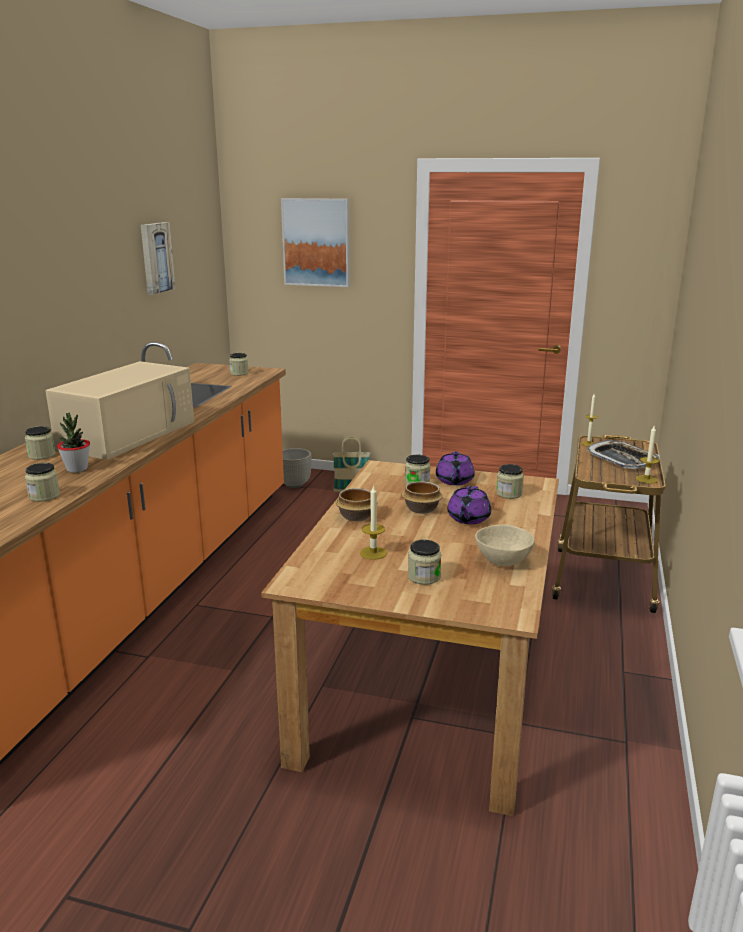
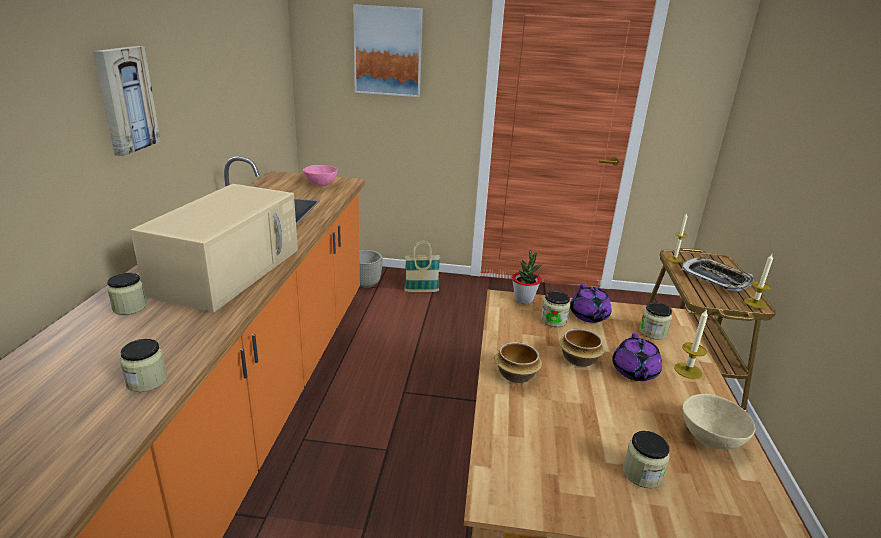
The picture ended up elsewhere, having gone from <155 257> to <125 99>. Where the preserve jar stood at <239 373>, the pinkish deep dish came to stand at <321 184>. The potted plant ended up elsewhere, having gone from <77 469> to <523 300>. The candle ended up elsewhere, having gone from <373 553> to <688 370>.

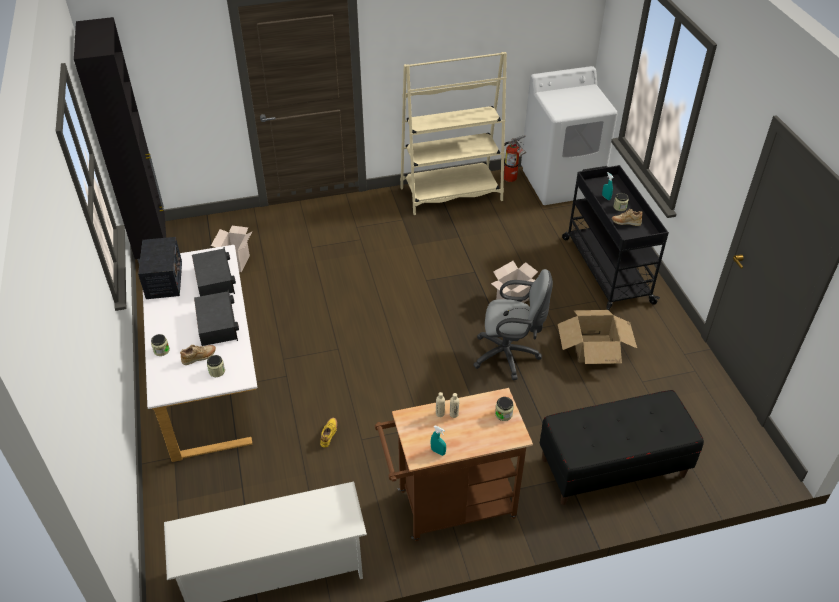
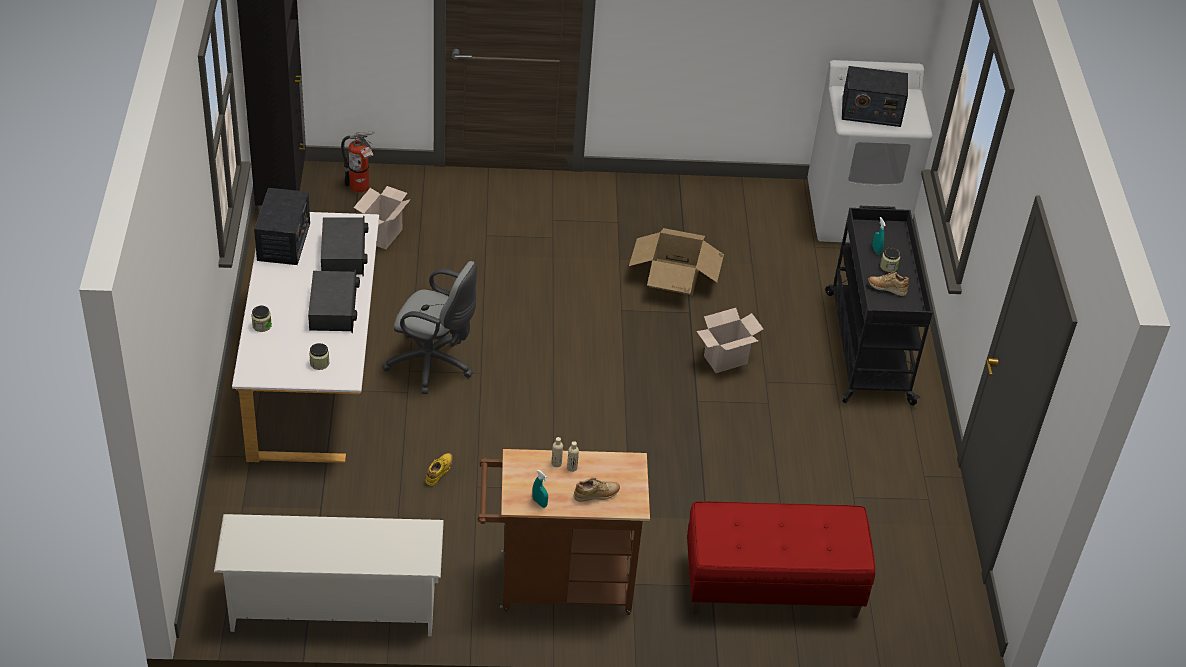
The fire-fighting cylinder ended up elsewhere, having gone from <512 178> to <361 188>. The grey office chair ended up elsewhere, having gone from <509 355> to <434 365>. The sand-coloured low shoe ended up elsewhere, having gone from <199 358> to <596 495>. The packing box ended up elsewhere, having gone from <594 348> to <674 276>. What was the black long seat at <612 468> turned into the red long seat at <771 587>. The second view gained the radio at <871 112>. The second view lost the sand-coloured bookshelf at <451 194>. The second view lost the preserve jar at <503 414>.

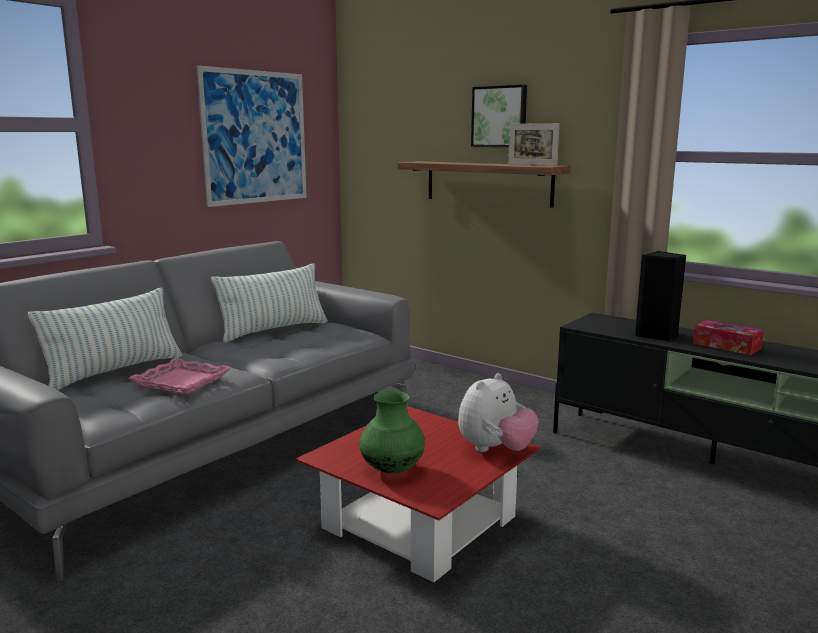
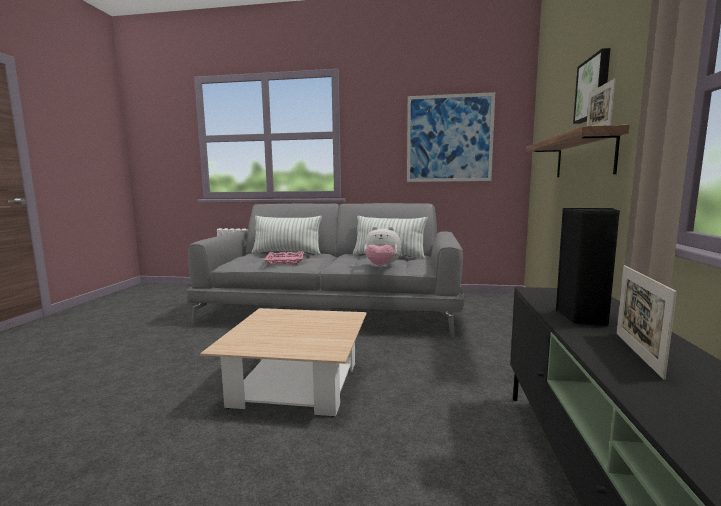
What was the red low table at <420 523> turned into the sand-coloured low table at <296 384>. The plush toy ended up elsewhere, having gone from <495 450> to <381 267>. Where the box of tissues stood at <726 346>, the standing frame came to stand at <637 353>. The second view lost the greenish flower vase at <392 470>.

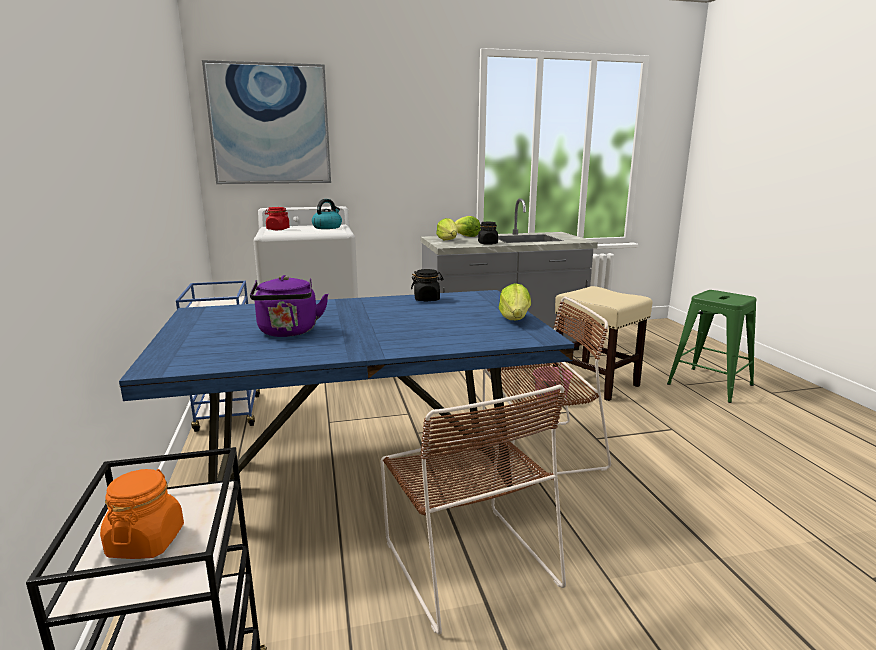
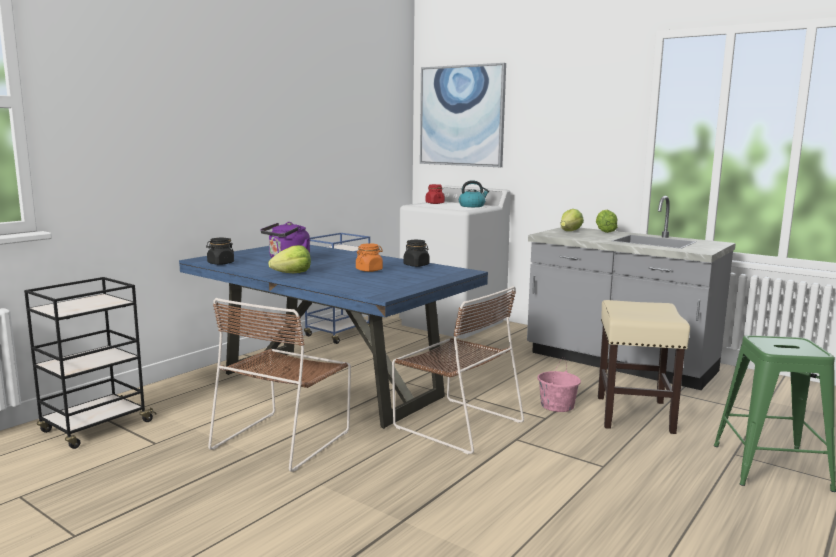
The black preserve jar ended up elsewhere, having gone from <488 243> to <220 263>. The lettuce head ended up elsewhere, having gone from <515 319> to <292 273>. The orangey preserve jar ended up elsewhere, having gone from <146 541> to <369 270>.

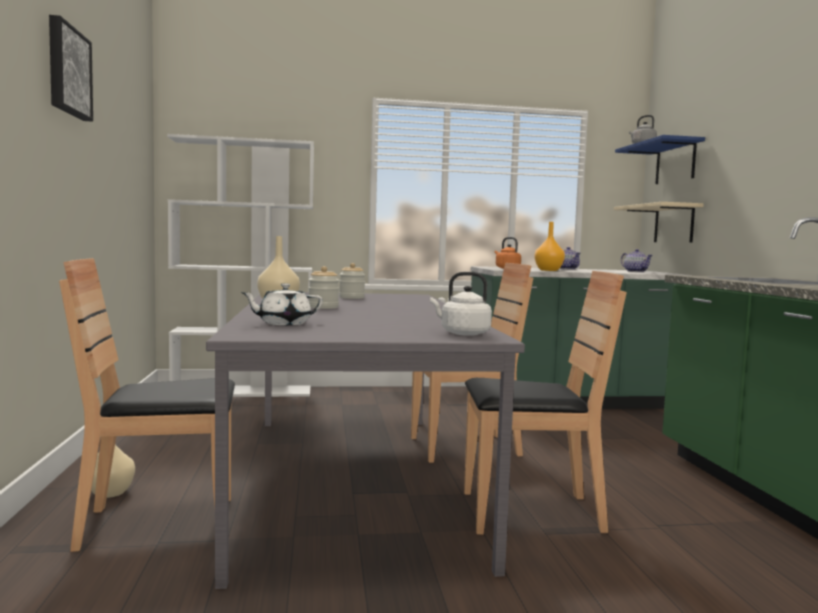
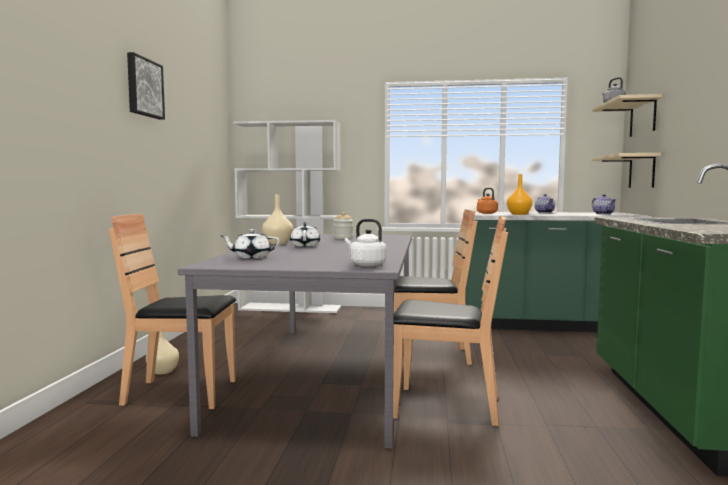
Where the preserve jar stood at <323 307>, the white teapot came to stand at <305 245>. What was the blue-coloured shelf at <675 163> turned into the sand-coloured shelf at <643 117>.

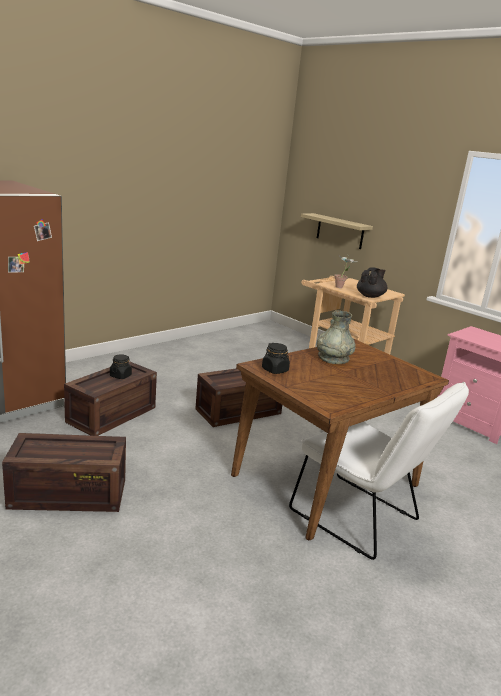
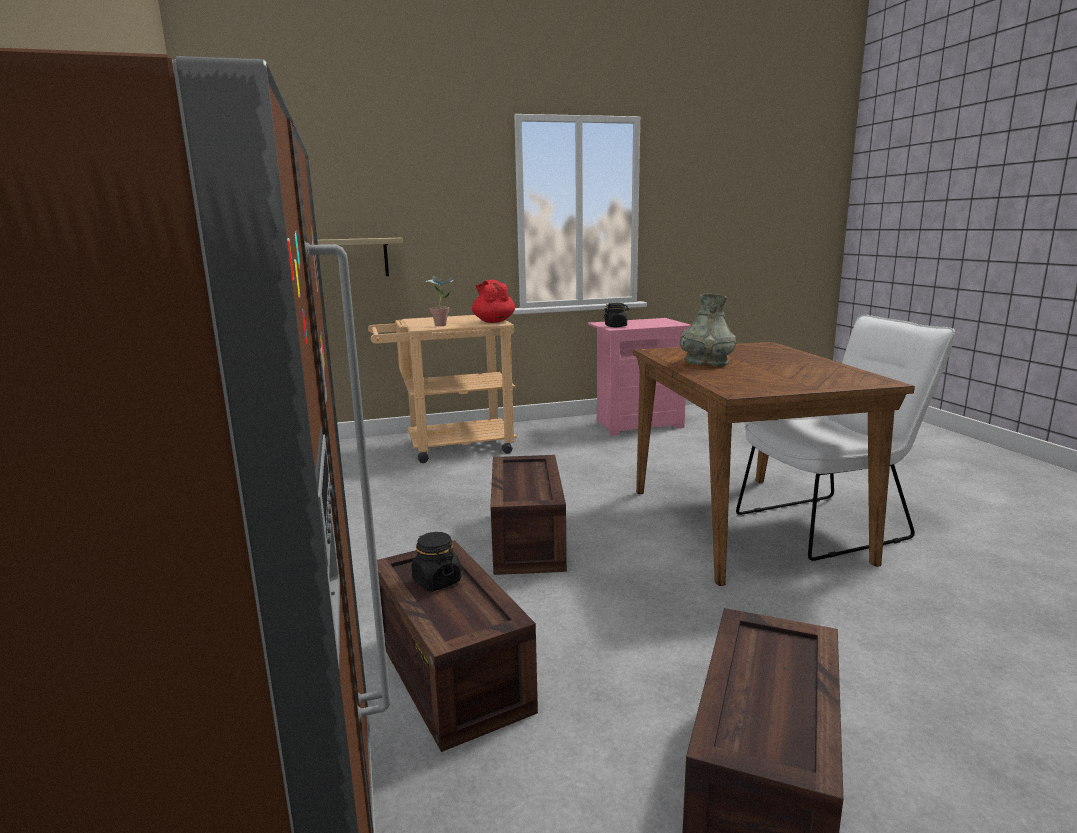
What was the black teapot at <370 296> turned into the red teapot at <493 321>. The black preserve jar ended up elsewhere, having gone from <275 370> to <616 326>.

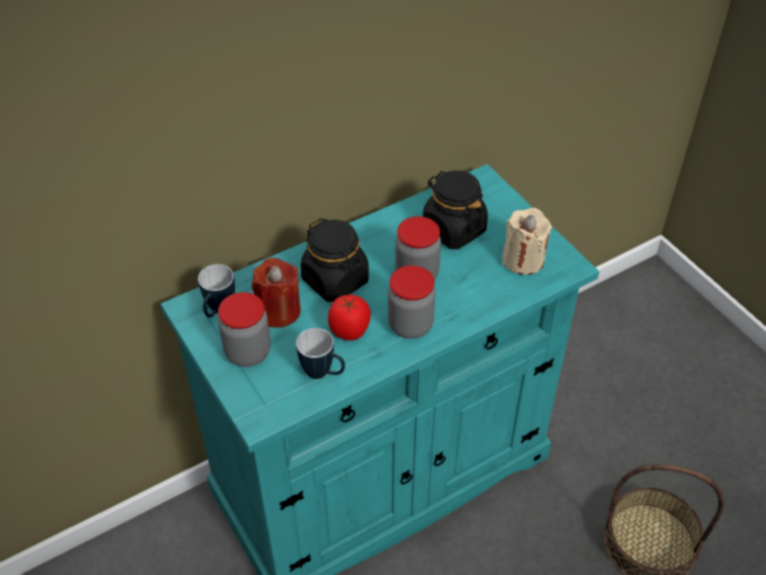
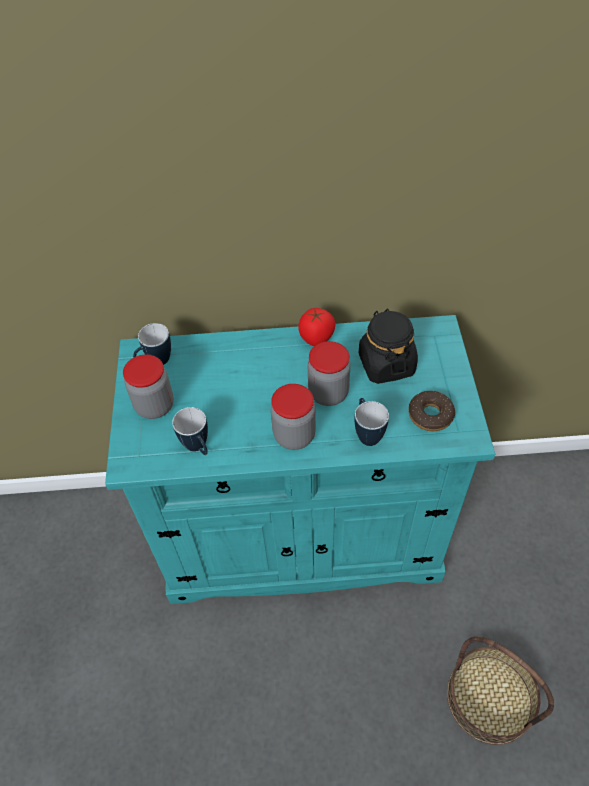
The whole tomato ended up elsewhere, having gone from <350 331> to <317 339>. The second view gained the tea mug at <367 433>. Where the sand-coloured candle stood at <523 259>, the doughnut came to stand at <430 415>. The second view lost the red candle at <278 311>. The second view lost the black preserve jar at <335 280>.

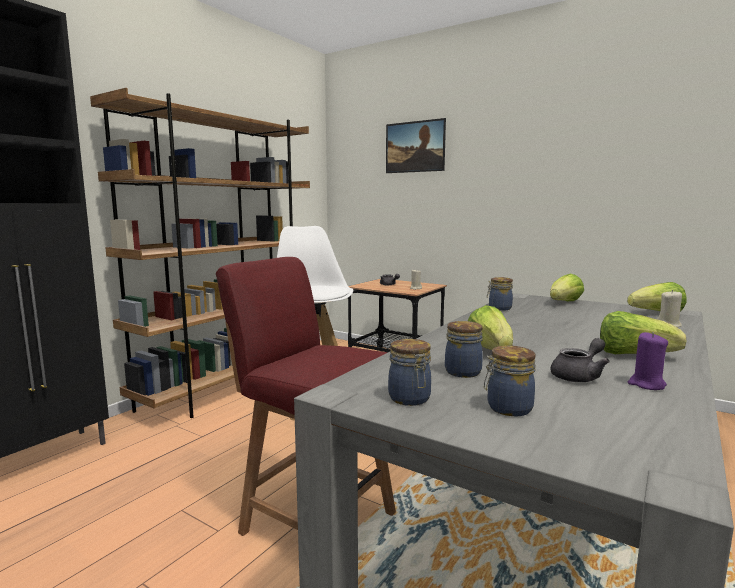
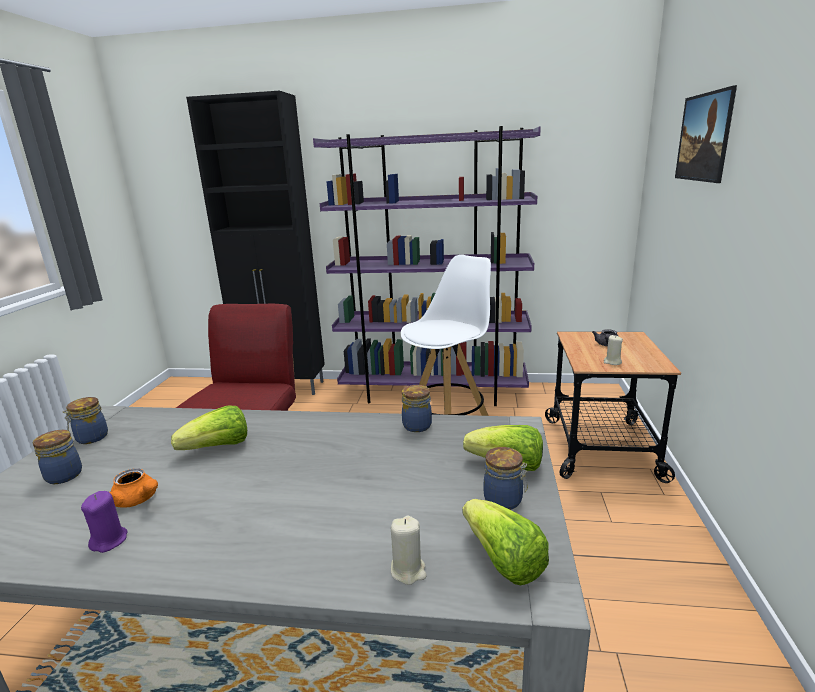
What was the grey teapot at <579 376> turned into the orangey teapot at <137 500>. What was the brown-coloured bookshelf at <231 386> turned into the purple-coloured bookshelf at <433 393>. The preserve jar ended up elsewhere, having gone from <464 372> to <504 500>. The second view lost the lettuce head at <633 355>.

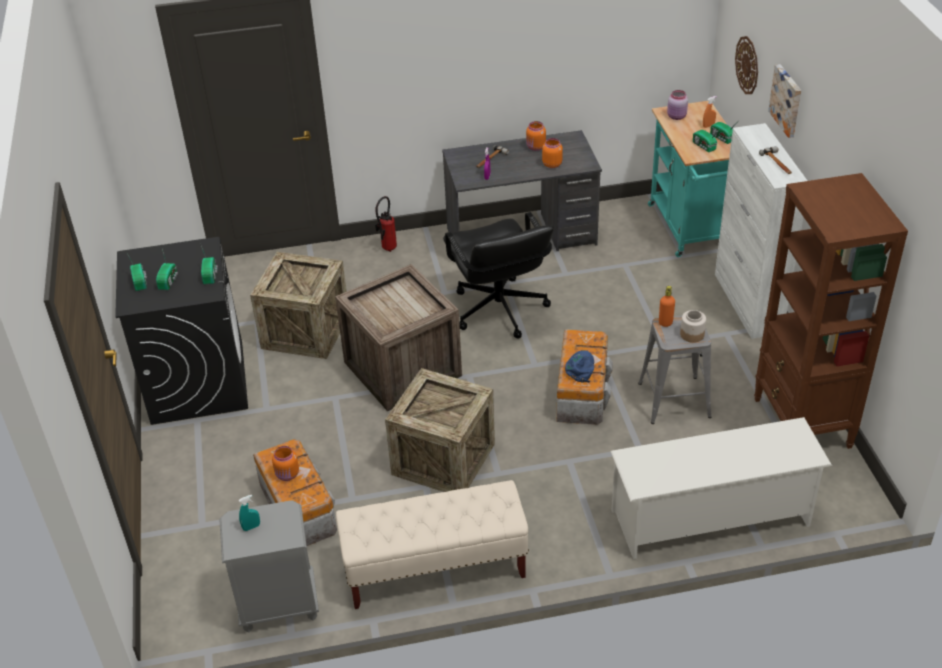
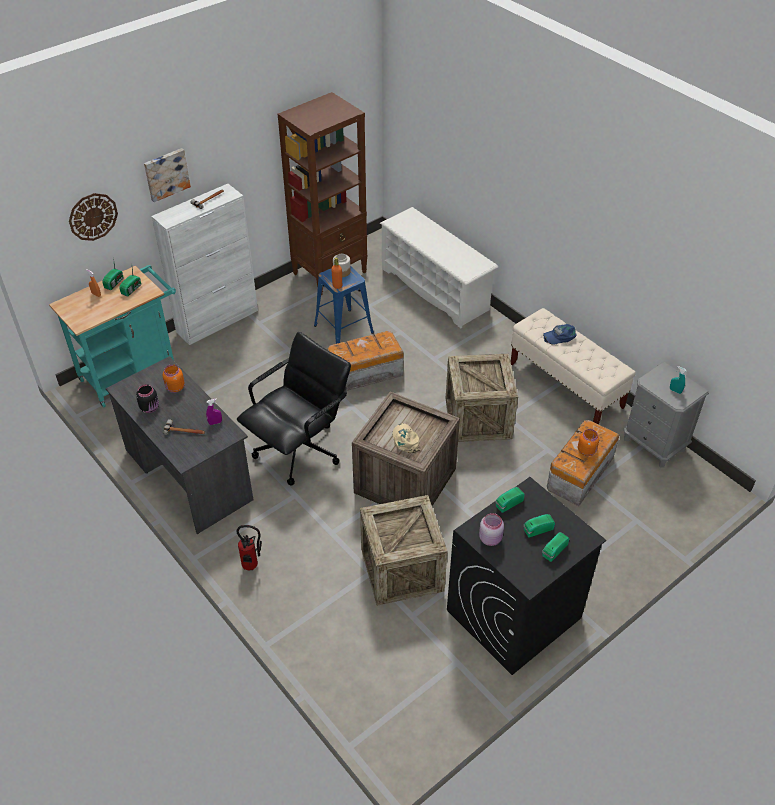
What was the orangey preserve jar at <535 147> turned into the black preserve jar at <150 408>. What was the grey stool at <674 400> turned into the blue-coloured stool at <344 329>. The second view gained the sand-coloured baseball cap at <405 440>. The pinkish preserve jar ended up elsewhere, having gone from <676 117> to <490 538>. The blue-coloured baseball cap ended up elsewhere, having gone from <580 368> to <560 336>.

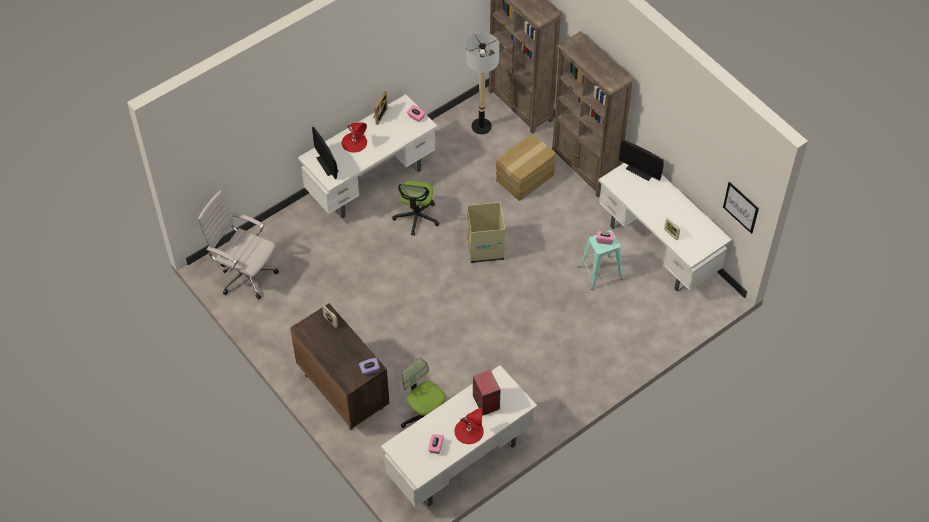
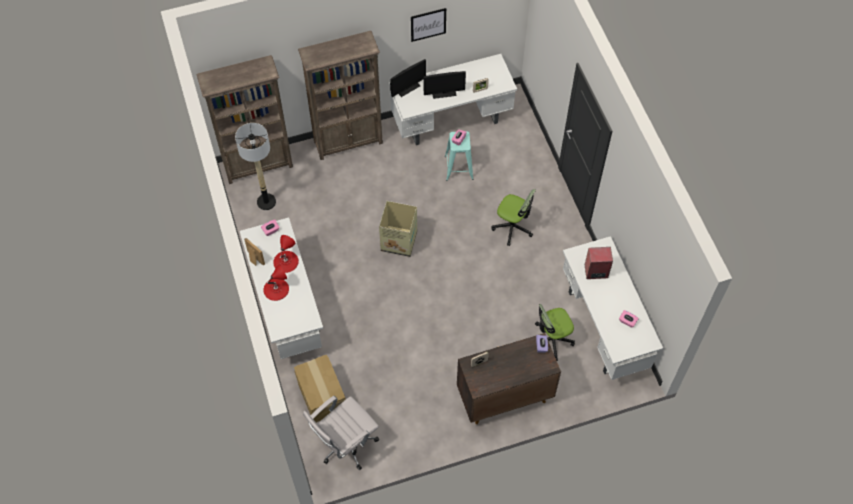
The red lamp for a table ended up elsewhere, having gone from <469 431> to <285 261>. The packing box ended up elsewhere, having gone from <525 178> to <322 395>. The picture ended up elsewhere, having gone from <741 207> to <428 24>. The computer display ended up elsewhere, having gone from <327 164> to <444 93>. The office chair ended up elsewhere, having gone from <416 217> to <512 227>.

